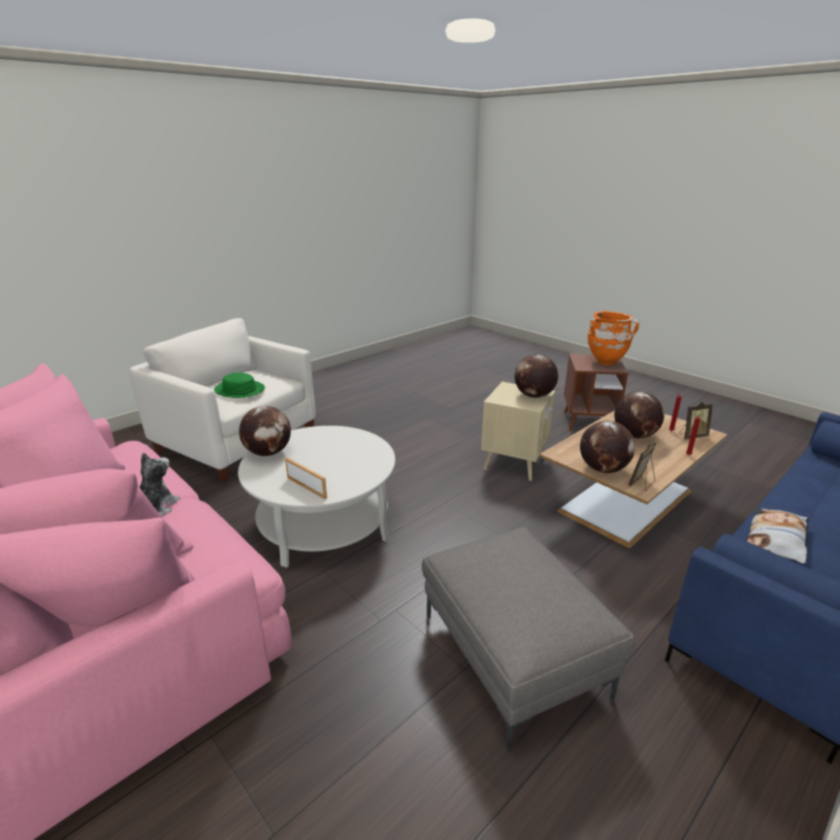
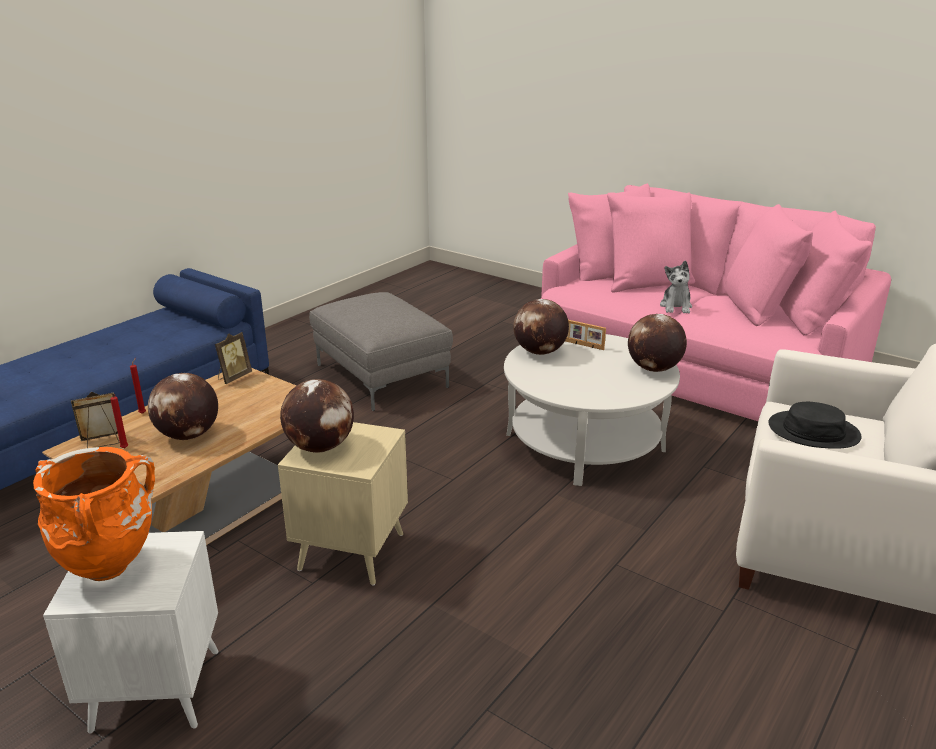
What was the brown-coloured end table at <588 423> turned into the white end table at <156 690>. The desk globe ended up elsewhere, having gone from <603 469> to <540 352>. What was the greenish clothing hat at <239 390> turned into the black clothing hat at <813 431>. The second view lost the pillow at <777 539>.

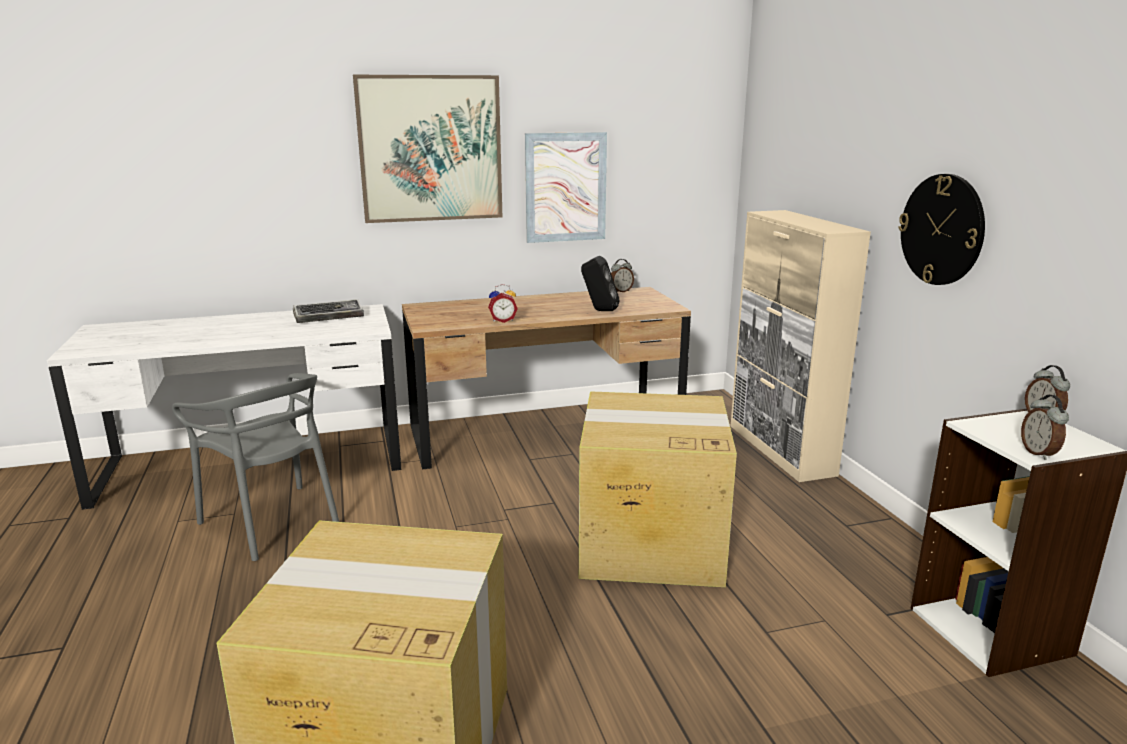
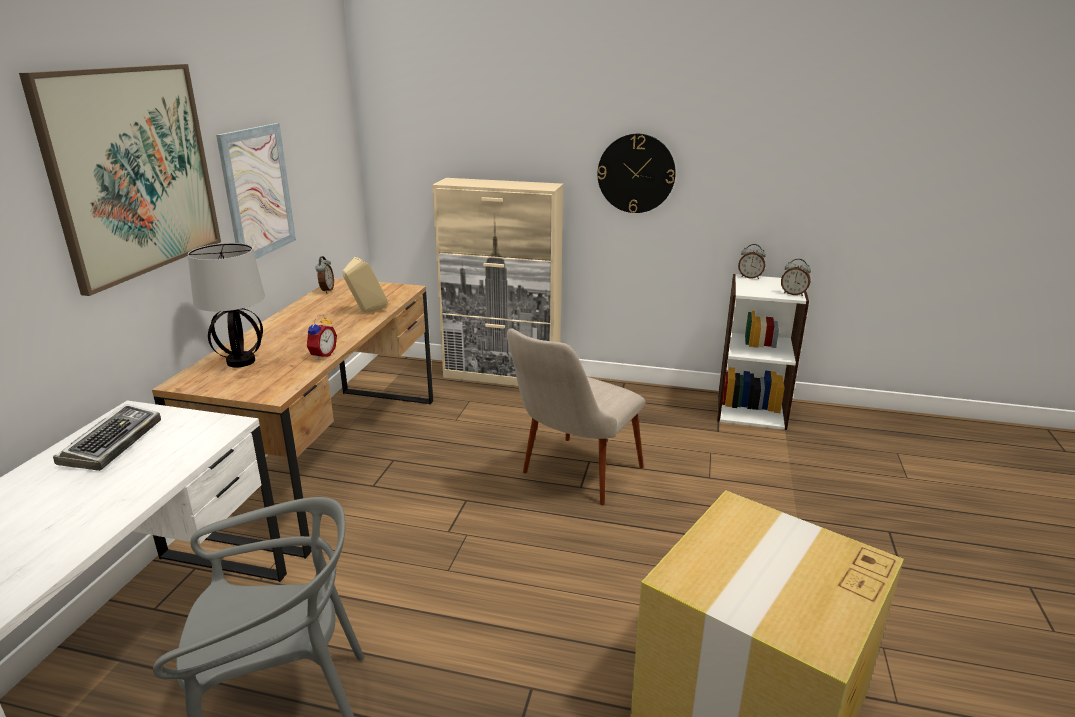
The second view gained the lamp for a table at <242 361>. What was the black loudspeaker at <599 310> turned into the sand-coloured loudspeaker at <366 312>. Where the packing box stood at <648 543>, the sand-coloured chair came to stand at <572 479>.

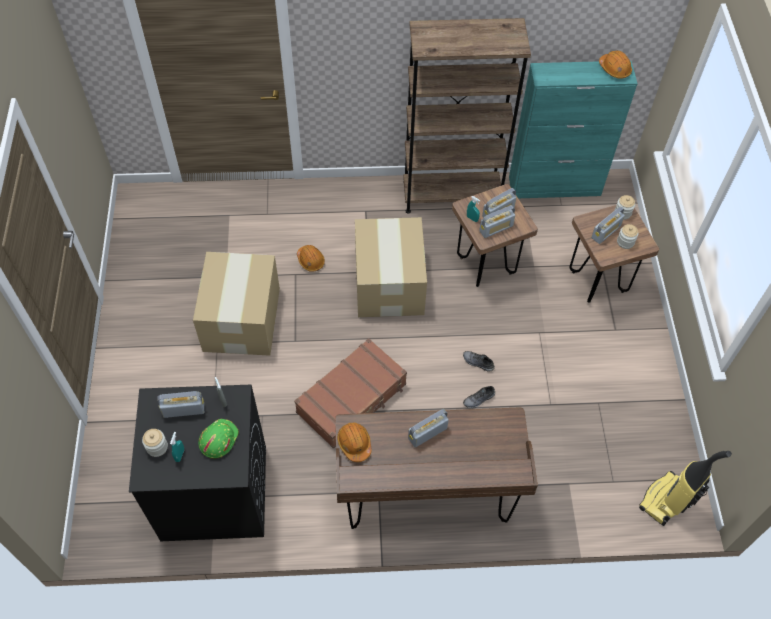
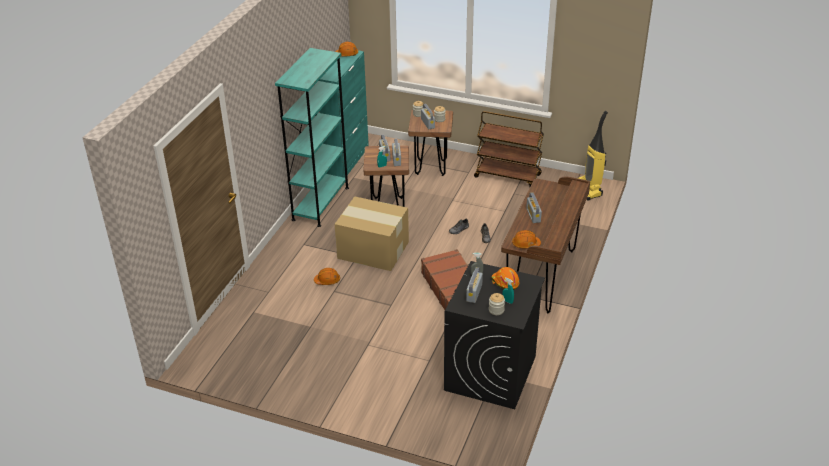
What was the brown-coloured bookshelf at <451 195> turned into the blue-green bookshelf at <320 203>. The second view gained the brown-coloured cart at <508 176>. What was the greenish hard hat at <218 439> turned into the orangey hard hat at <505 282>. The second view lost the packing box at <241 320>.

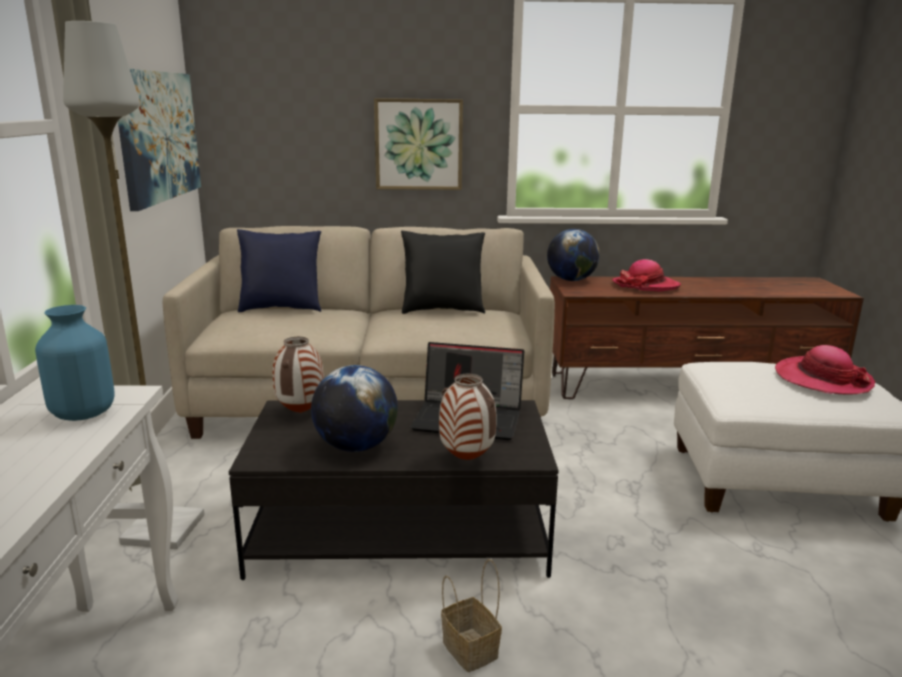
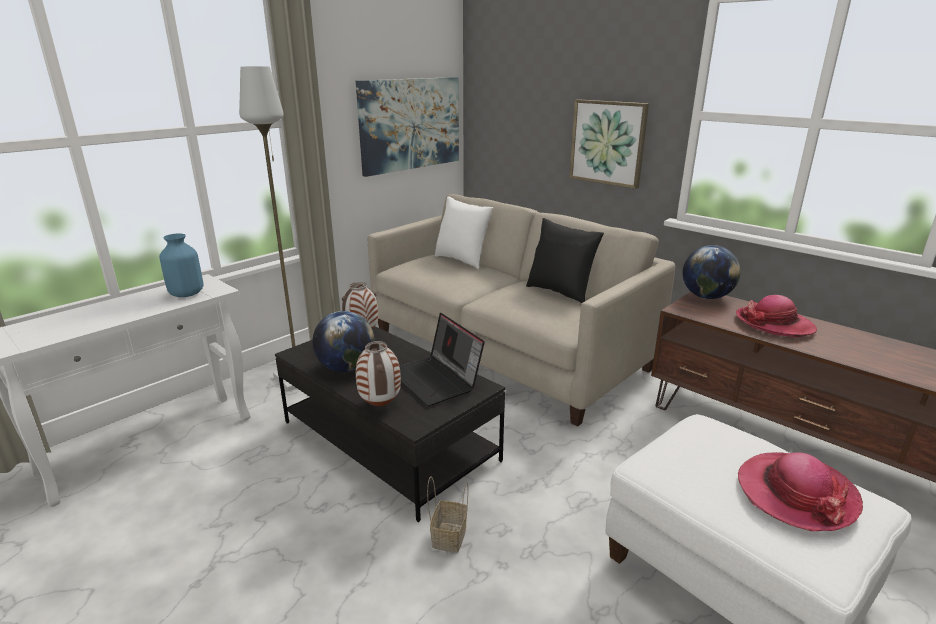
The household basket ended up elsewhere, having gone from <468 649> to <448 536>. What was the blue-coloured pillow at <281 308> turned into the white pillow at <462 260>.

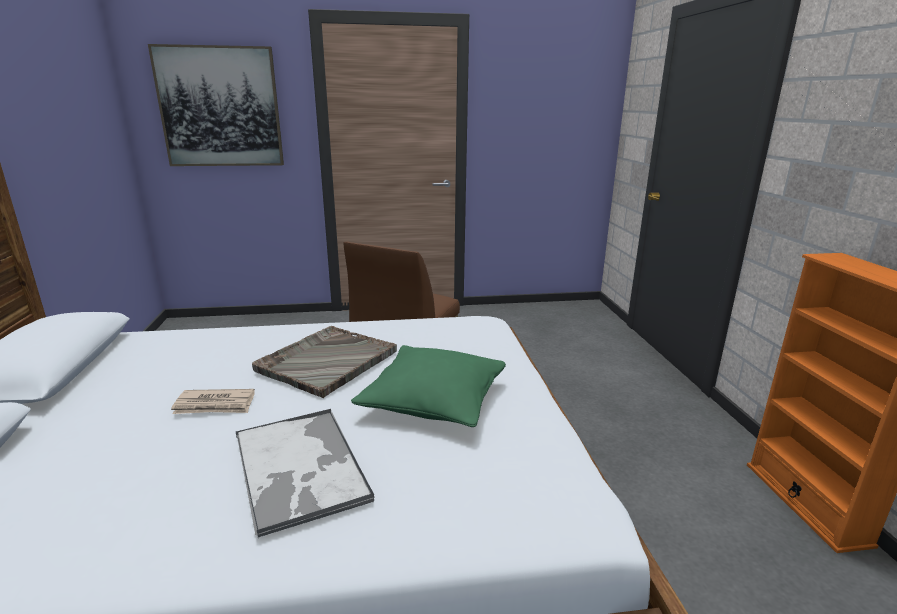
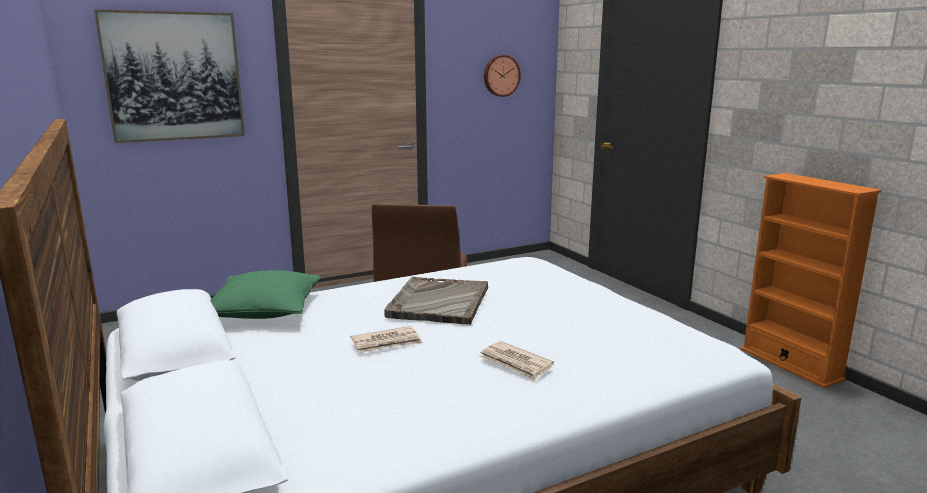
The greenish pillow ended up elsewhere, having gone from <433 401> to <264 311>. Where the serving tray stood at <300 468>, the daily paper came to stand at <515 363>. The second view gained the clock on the wall at <501 75>.

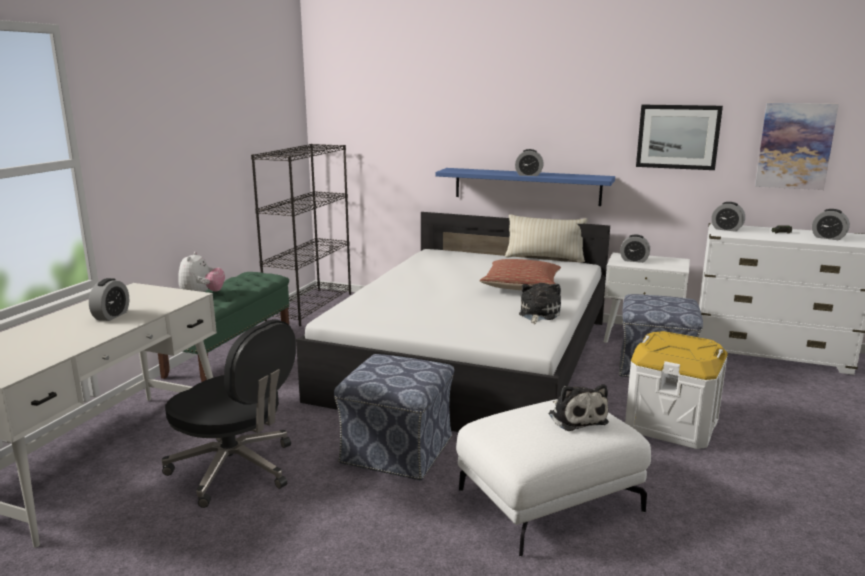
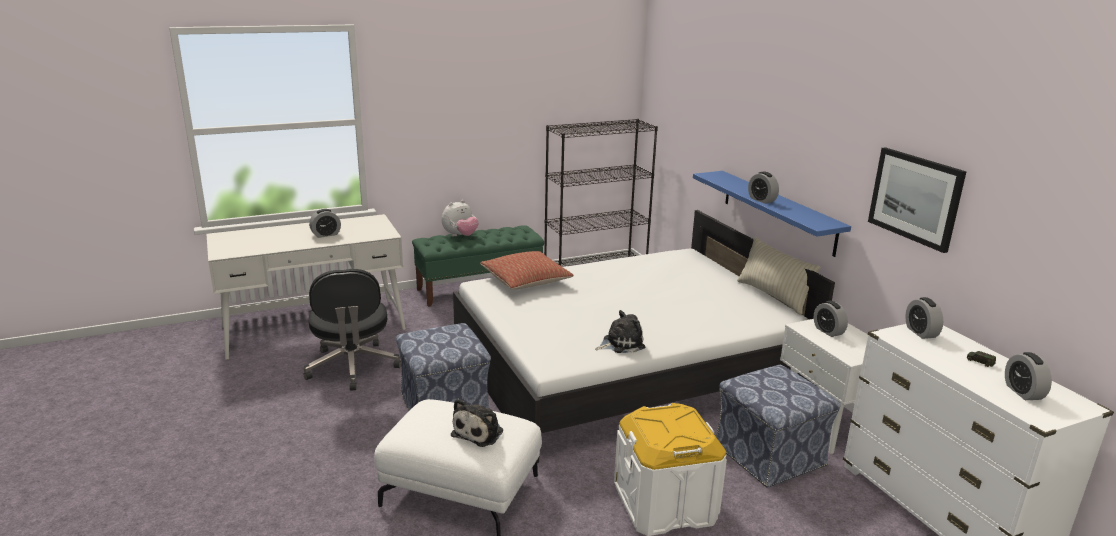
The pillow ended up elsewhere, having gone from <521 286> to <526 281>. The second view lost the picture at <794 146>.

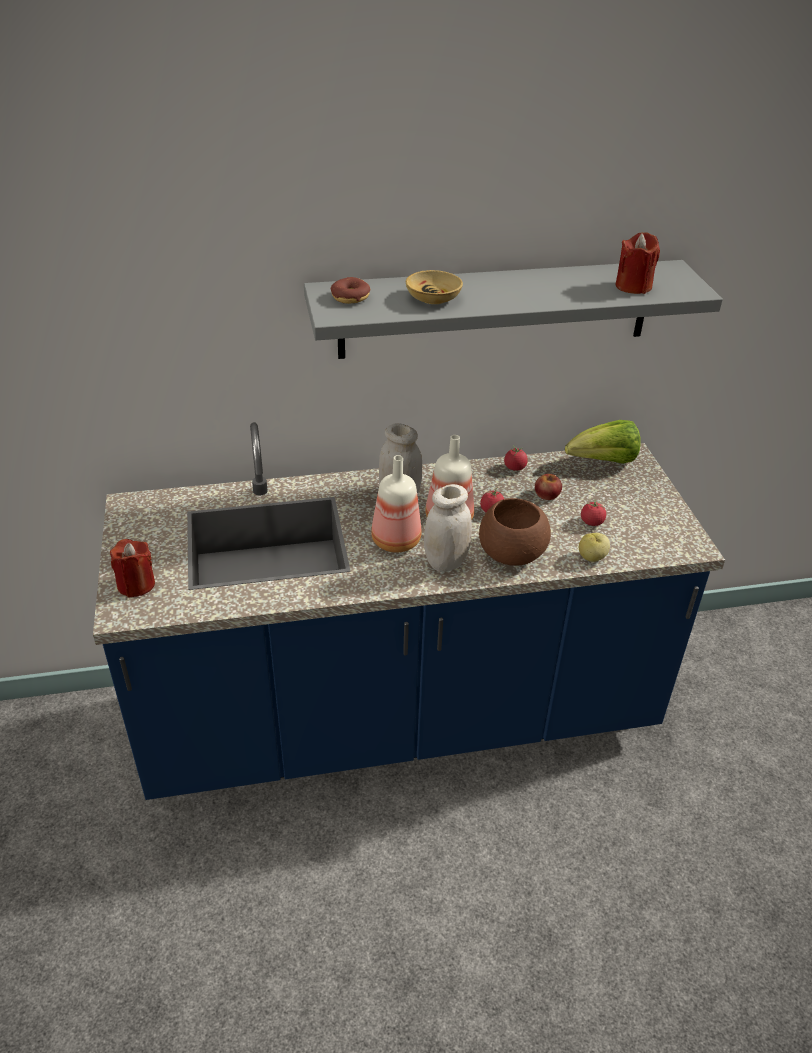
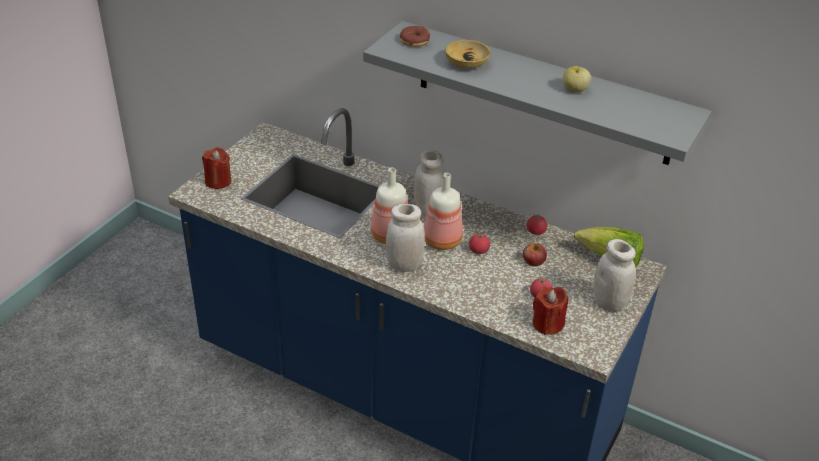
The red candle ended up elsewhere, having gone from <633 286> to <547 324>. The apple ended up elsewhere, having gone from <592 558> to <574 90>. The second view gained the white preserve jar at <609 302>. The second view lost the brown-coloured deep dish at <511 554>.

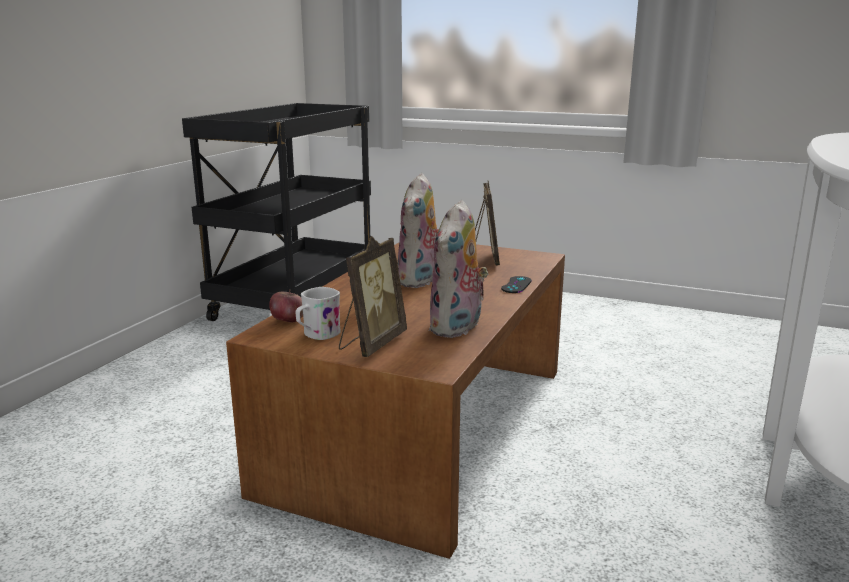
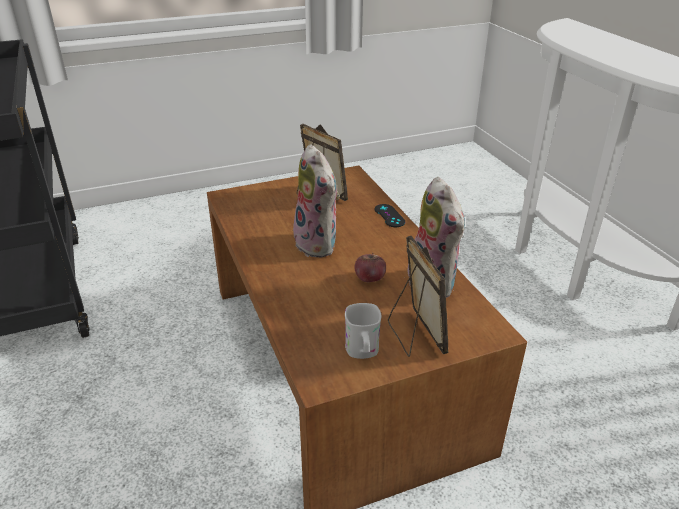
The apple ended up elsewhere, having gone from <288 320> to <370 279>.

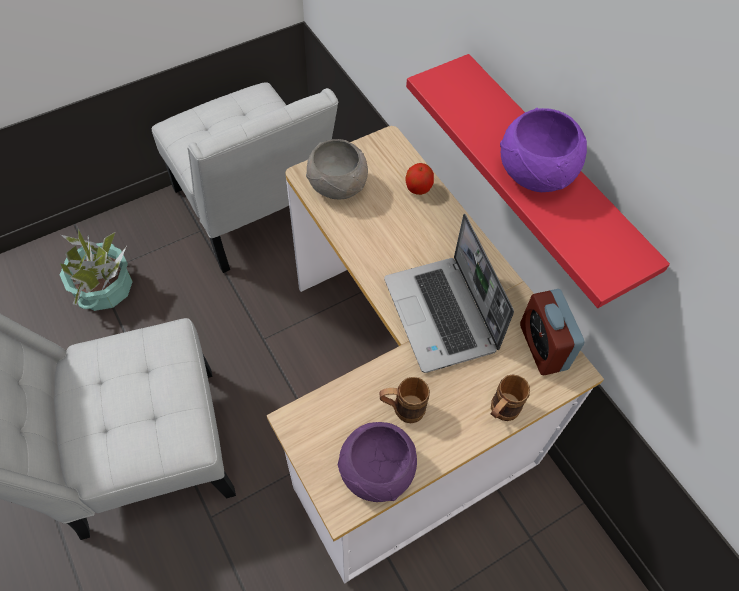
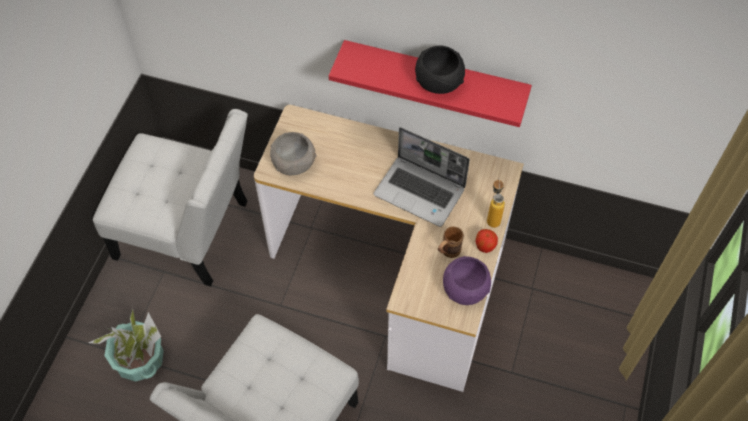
What was the purple-coloured deep dish at <534 173> turned into the black deep dish at <438 82>. The apple ended up elsewhere, having gone from <418 188> to <485 246>. Where the brown-coloured tea mug stood at <500 413>, the drink bottle came to stand at <493 217>. The second view lost the alarm clock at <543 347>.

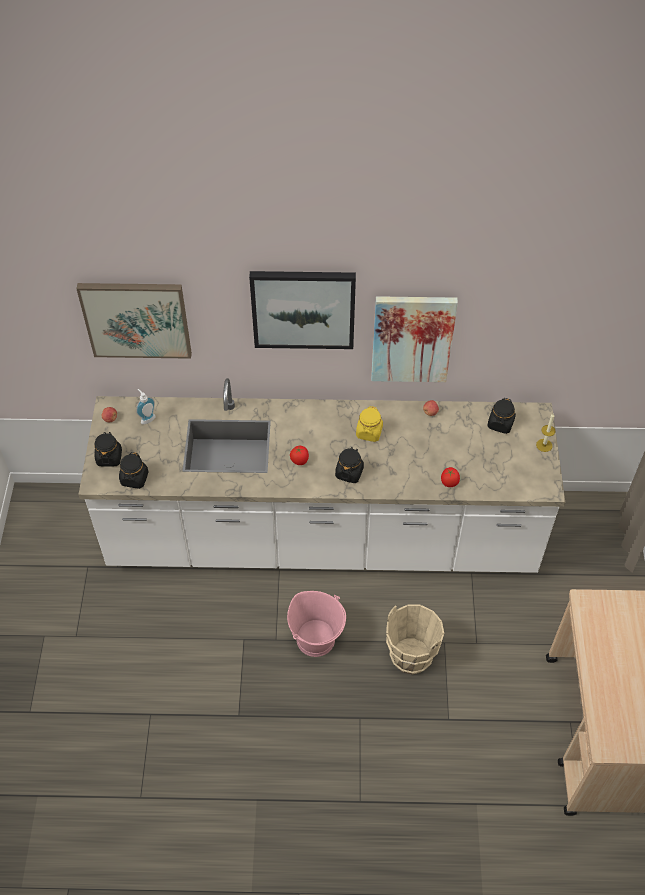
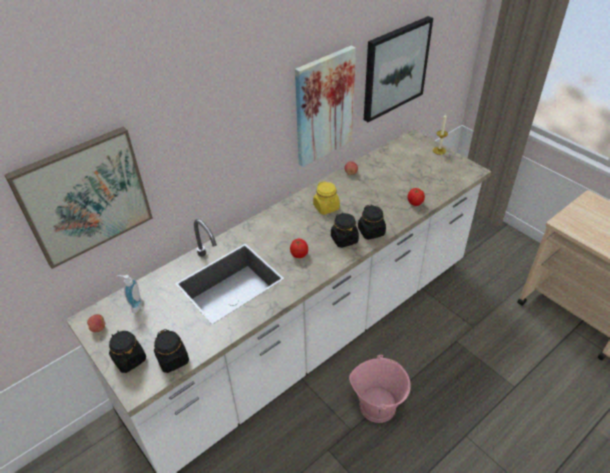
The black preserve jar ended up elsewhere, having gone from <500 424> to <371 232>. The picture ended up elsewhere, having gone from <303 308> to <395 68>. The second view lost the sand-coloured water bucket at <411 656>.

